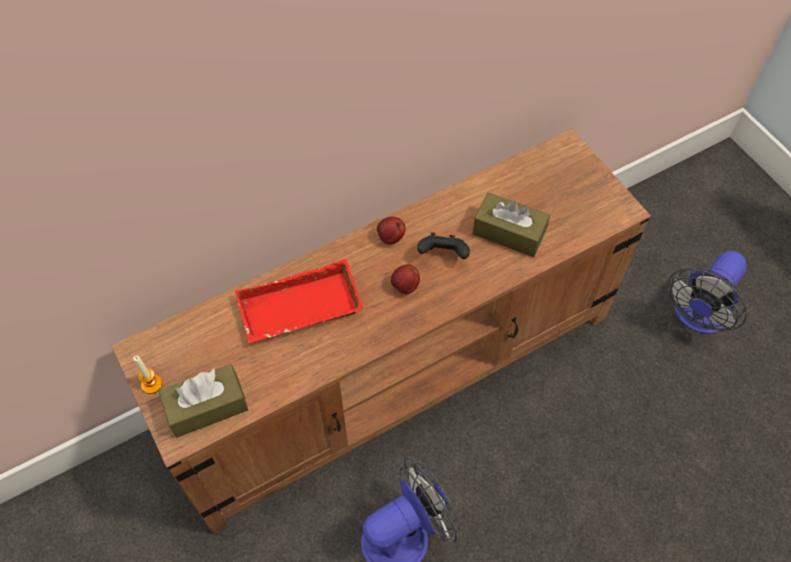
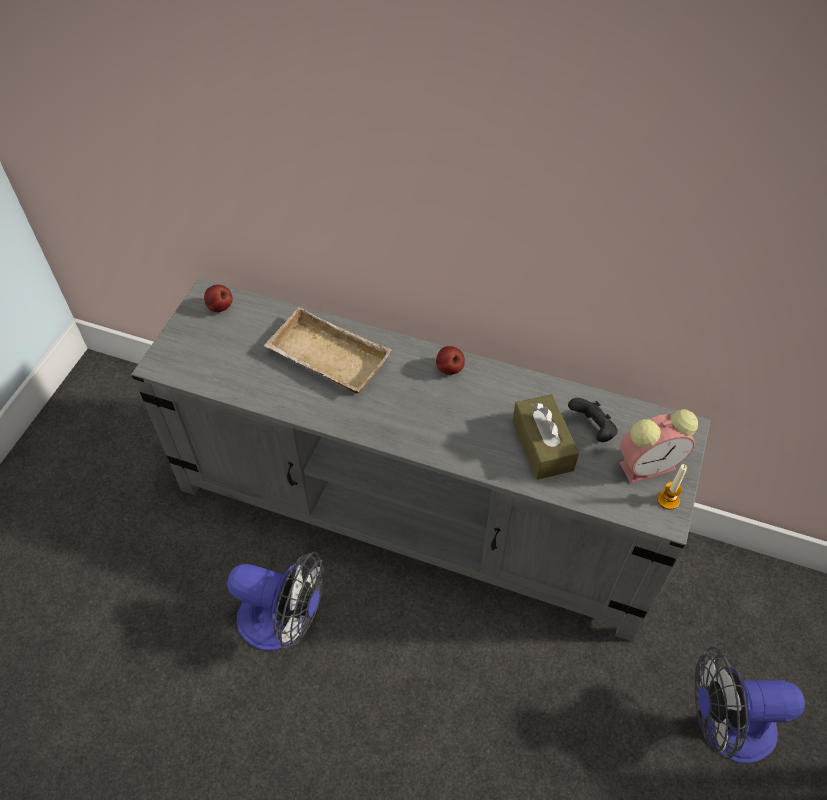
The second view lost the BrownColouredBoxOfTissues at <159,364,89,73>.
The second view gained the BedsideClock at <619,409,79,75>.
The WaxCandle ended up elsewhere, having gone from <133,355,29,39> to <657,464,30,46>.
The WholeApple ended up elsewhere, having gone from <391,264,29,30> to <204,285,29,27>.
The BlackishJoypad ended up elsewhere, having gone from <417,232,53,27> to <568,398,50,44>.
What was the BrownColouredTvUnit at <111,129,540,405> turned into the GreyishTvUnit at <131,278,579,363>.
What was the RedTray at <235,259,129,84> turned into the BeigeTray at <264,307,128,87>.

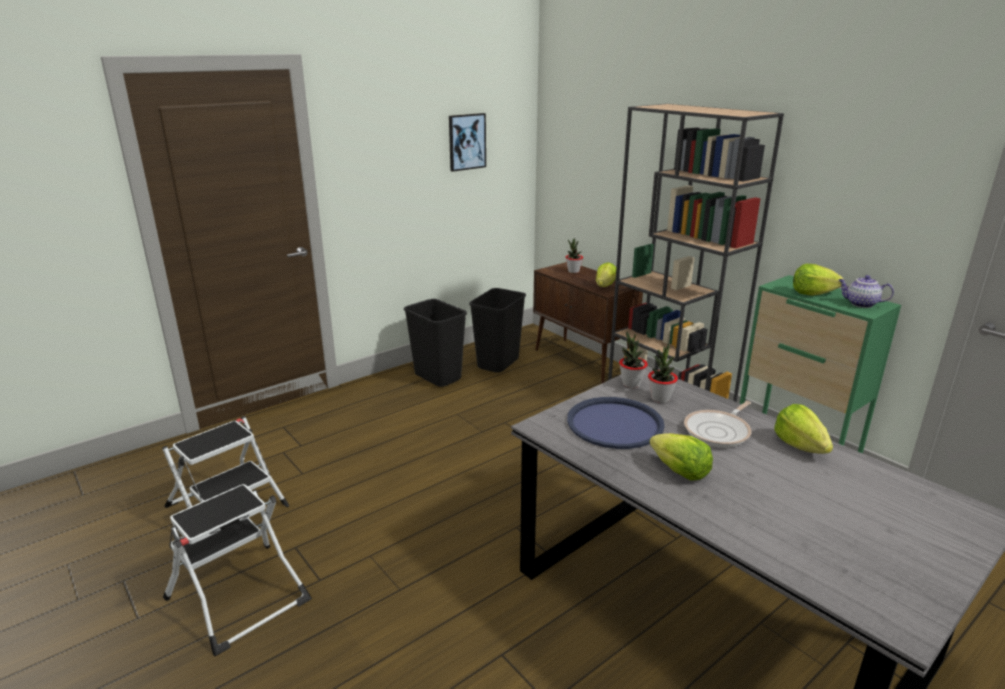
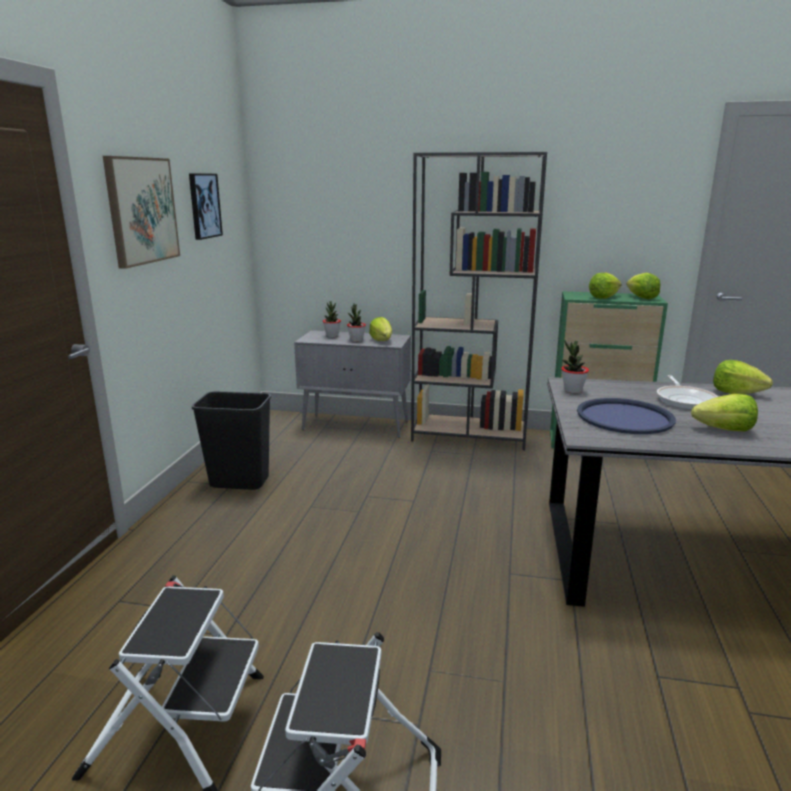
The second view lost the BlackishWasteBin at <469,288,57,84>.
The second view gained the WallPicture at <103,156,77,113>.
The PottedPlant ended up elsewhere, having gone from <648,343,30,60> to <347,304,19,38>.
Where the TeaPot stood at <839,275,55,33>, the LettuceHead came to stand at <626,273,35,26>.
What was the BrownColouredCabinet at <533,262,110,121> turned into the GreyishCabinet at <294,330,117,108>.

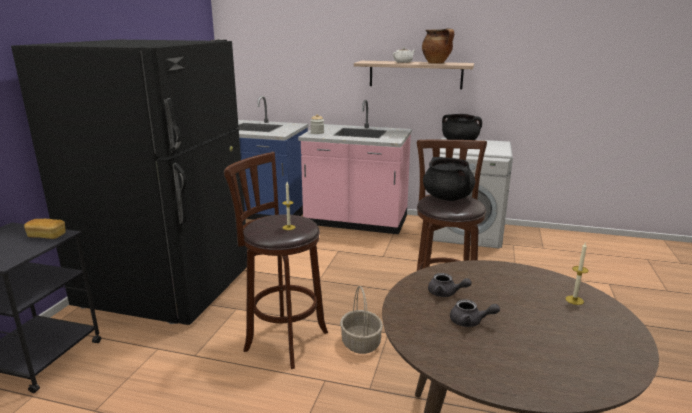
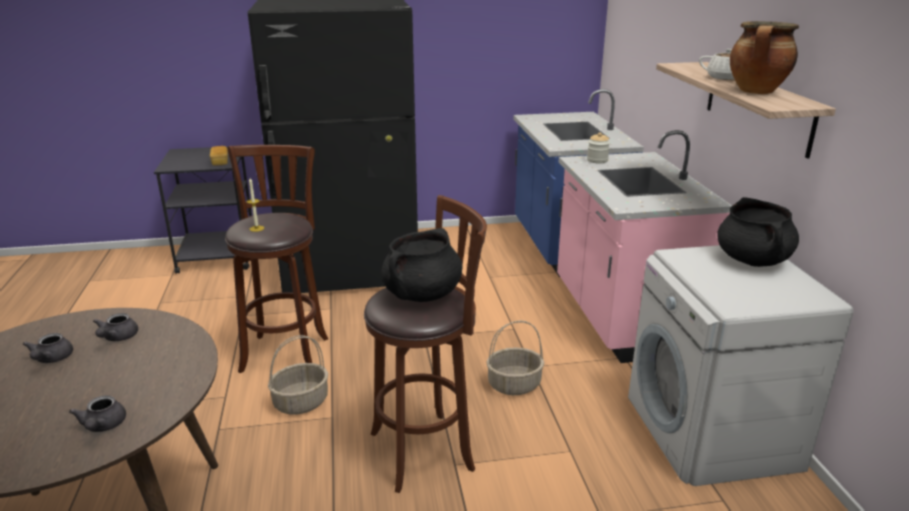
The second view gained the StorageBasket at <487,321,57,74>.
Where the WaxCandle stood at <565,243,23,62>, the GreyishTeaPot came to stand at <69,395,57,37>.

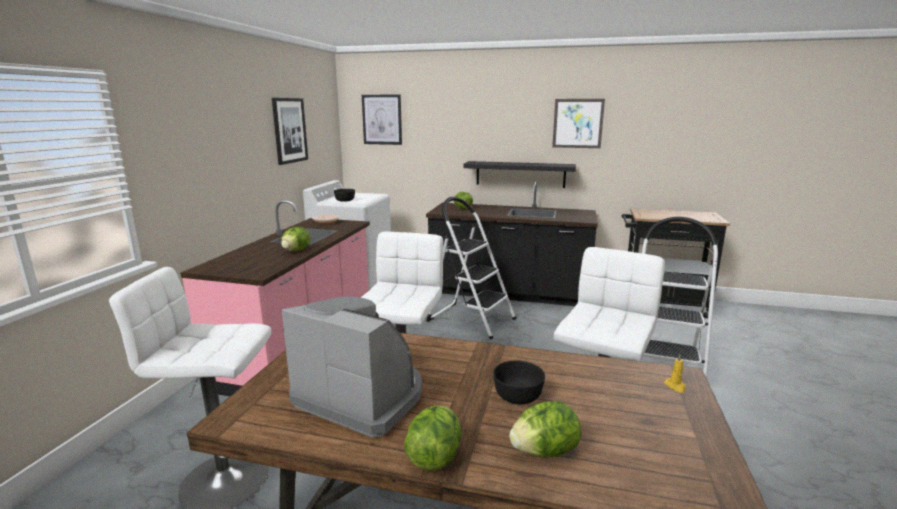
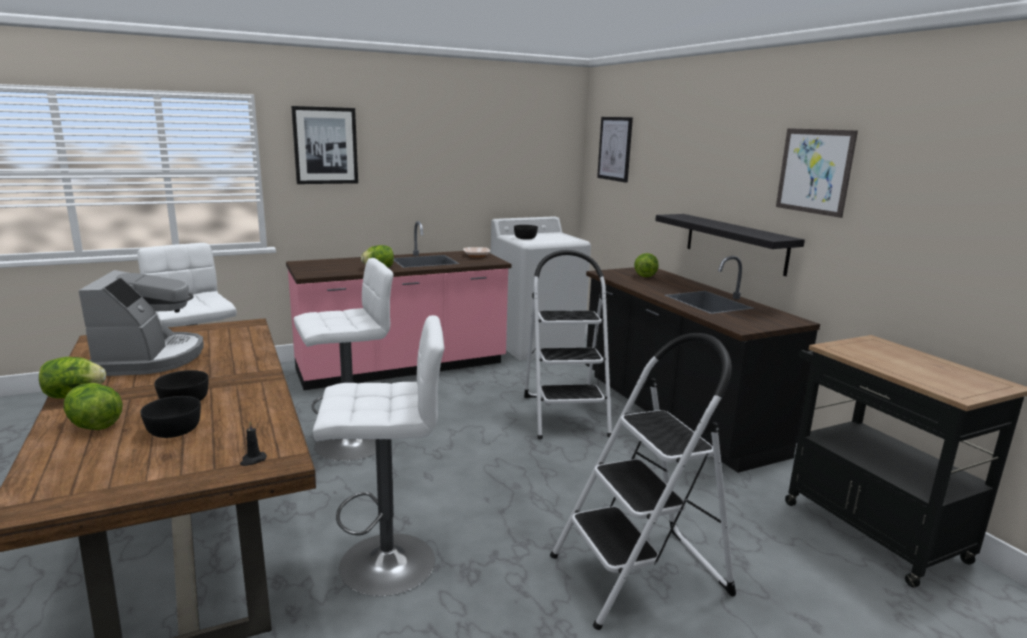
The second view gained the BlackishBowl at <140,396,61,42>.
The WallPicture ended up elsewhere, having gone from <272,98,36,67> to <291,106,67,78>.
What was the YellowColouredWaxCandle at <664,355,22,38> turned into the BlackishWaxCandle at <240,422,27,44>.

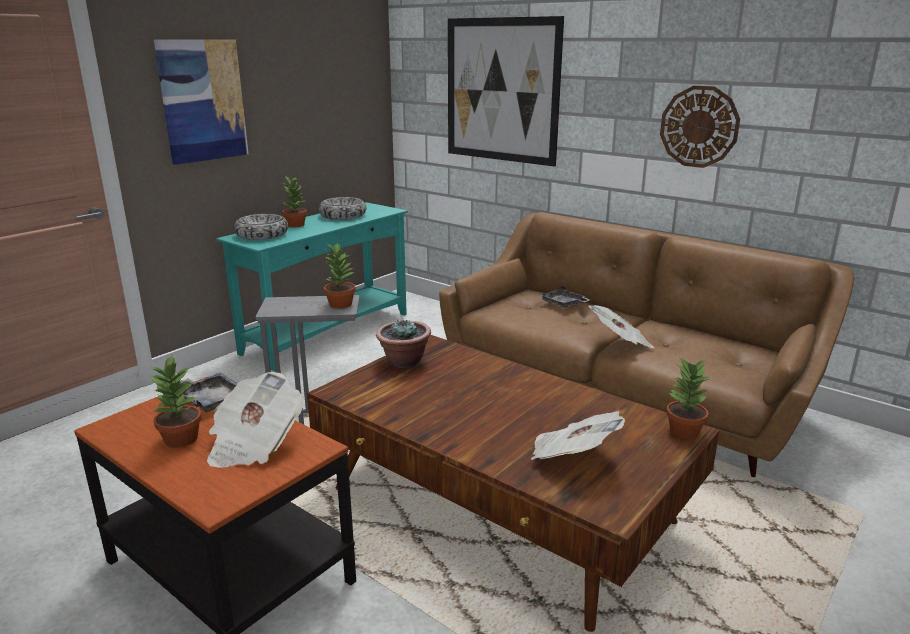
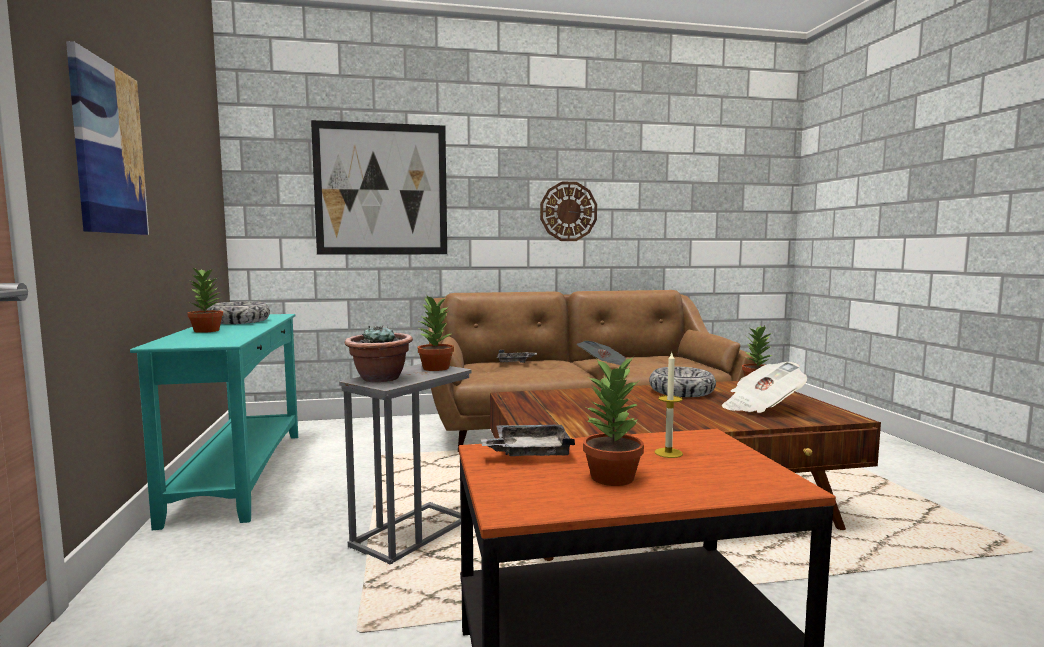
The Bowl ended up elsewhere, having gone from <234,214,54,26> to <649,367,67,30>.
The PottedPlant ended up elsewhere, having gone from <376,318,55,50> to <345,326,68,56>.
Where the DailyPaper stood at <207,372,96,96>, the WaxCandle came to stand at <654,353,29,105>.

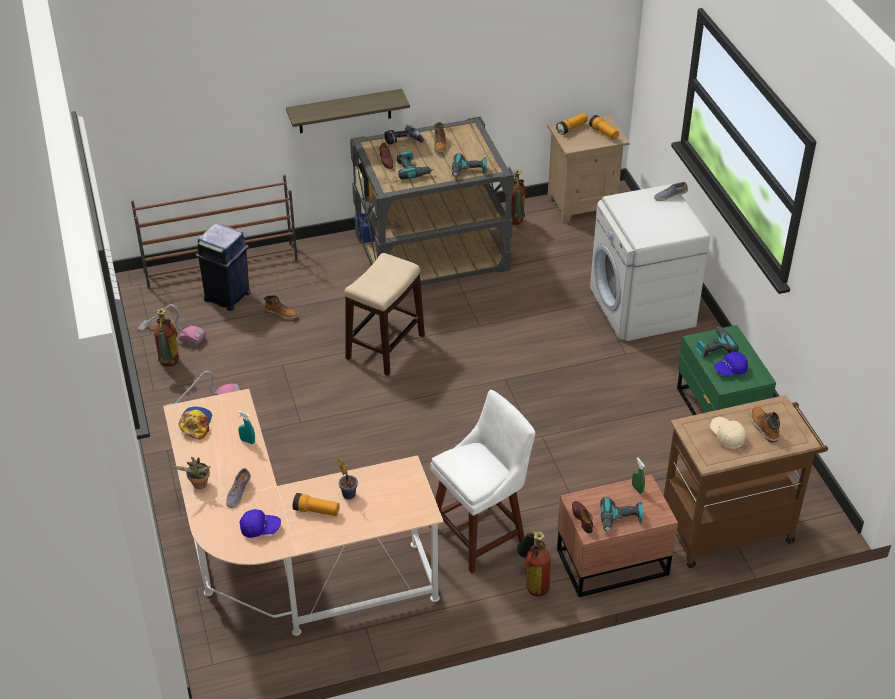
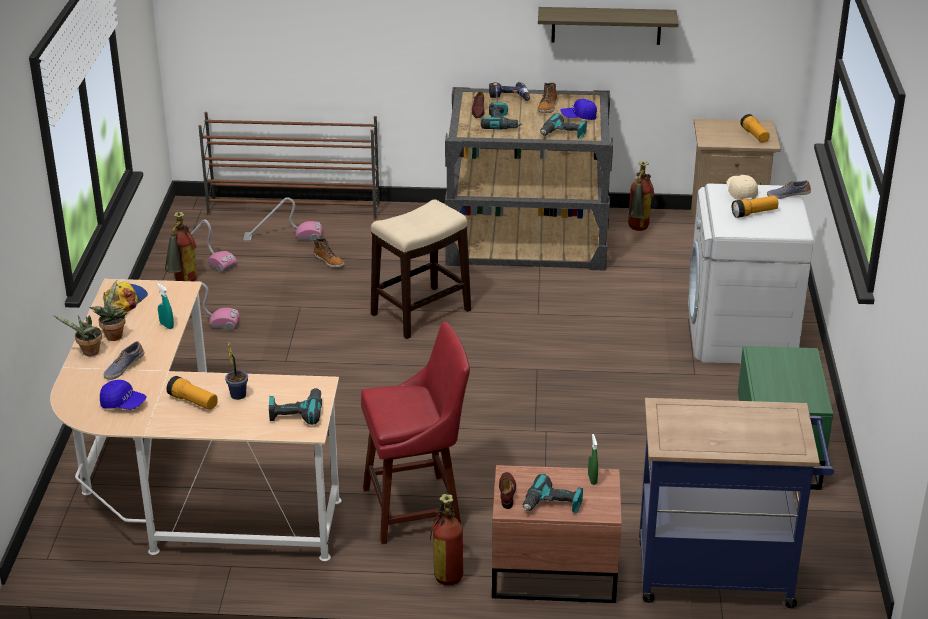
The second view lost the TallBoot at <750,406,30,37>.
The second view gained the PottedPlant at <90,280,37,61>.
The WallShelf ended up elsewhere, having gone from <286,89,124,44> to <538,7,140,38>.
The Torch ended up elsewhere, having gone from <556,113,32,22> to <732,196,46,22>.
The ElectricDrill ended up elsewhere, having gone from <696,326,43,32> to <269,388,53,37>.
The BeigeCap ended up elsewhere, having gone from <710,417,36,32> to <726,175,32,25>.
The BlueCap ended up elsewhere, having gone from <714,352,34,24> to <560,99,37,21>.
Where the BlueWasteBin stood at <196,223,55,88>, the VacuumCleaner came to stand at <243,197,79,44>.
What was the WhiteColouredPlainChair at <429,390,106,184> turned into the RedPlainChair at <361,321,109,223>.
What was the BrownColouredTrolley at <664,395,164,173> turned into the BlueTrolley at <639,398,195,210>.

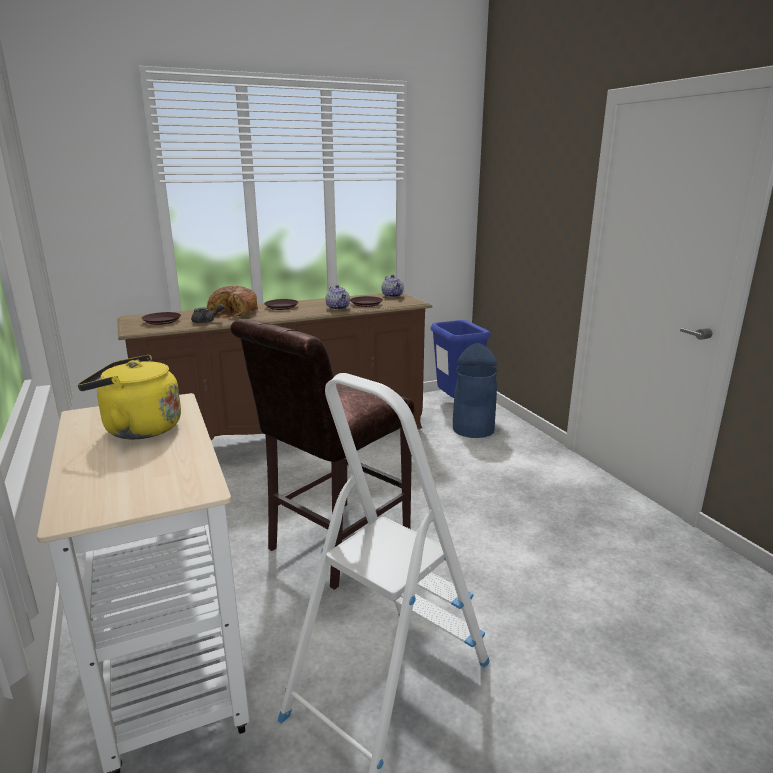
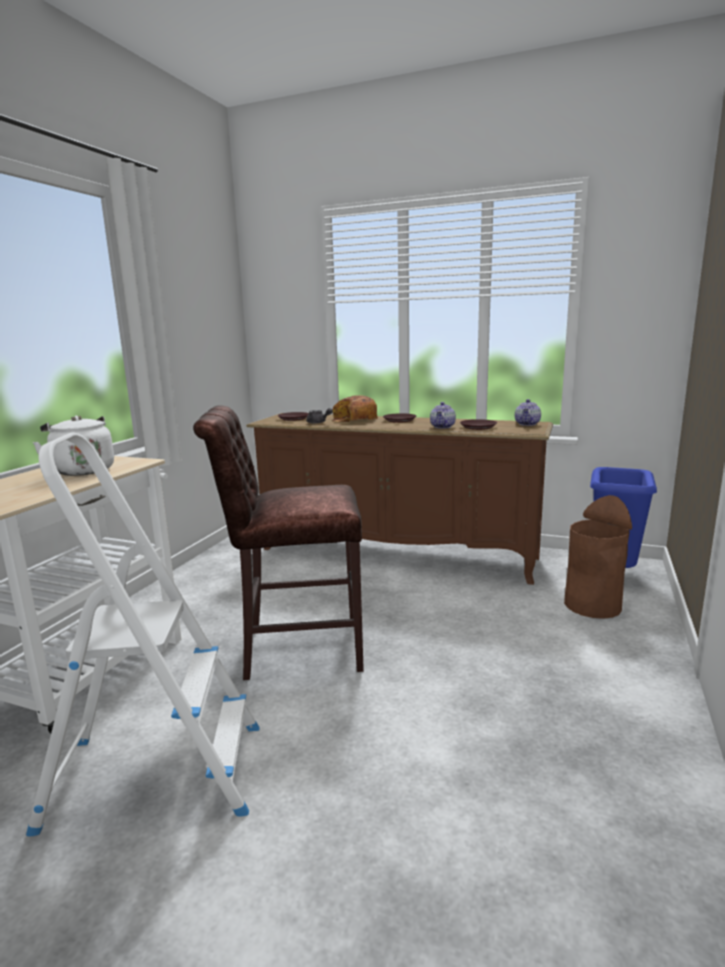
What was the YellowColouredKettle at <78,355,103,84> turned into the WhiteColouredKettle at <32,416,82,60>.
What was the BlueWasteBin at <453,343,44,95> turned into the BrownColouredWasteBin at <564,495,68,124>.

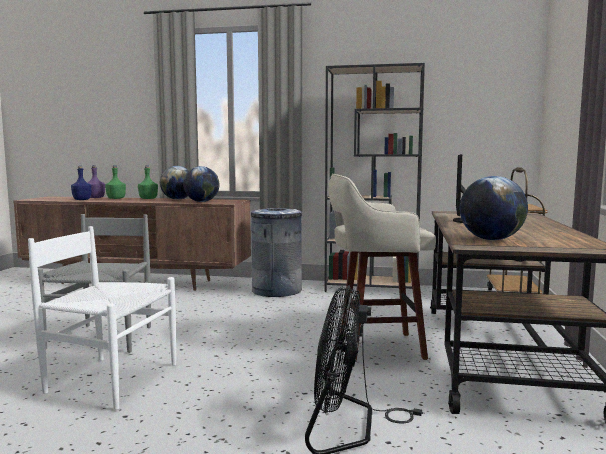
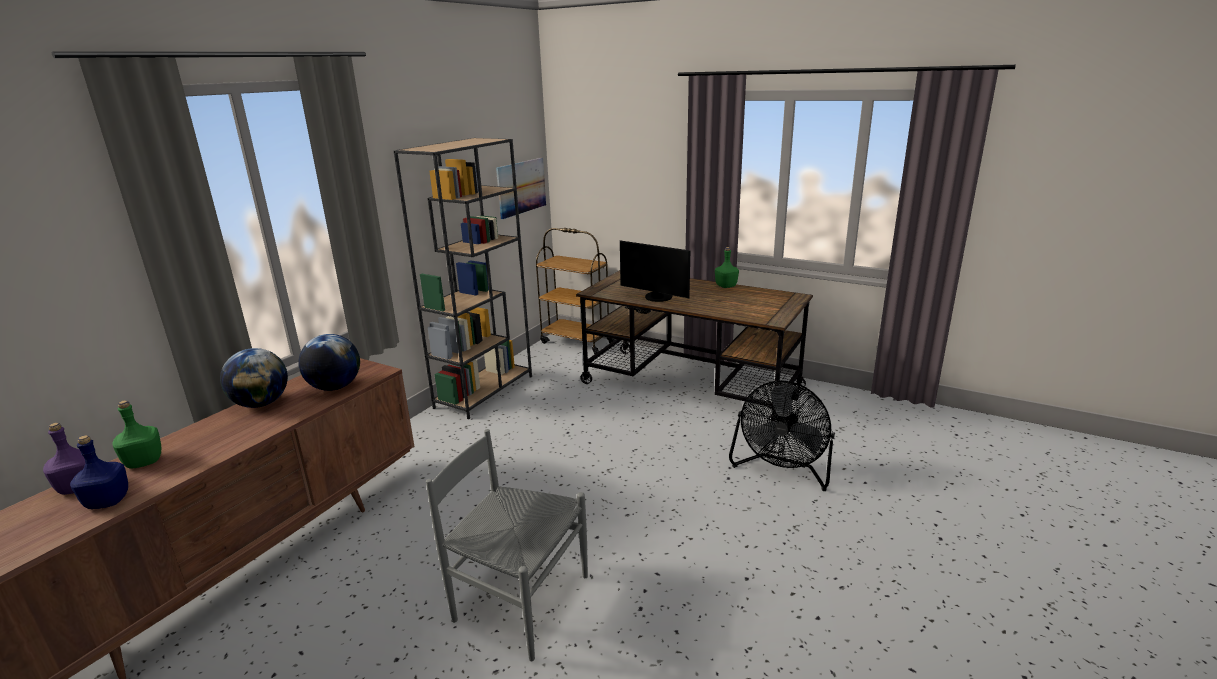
The second view lost the WhiteColouredPlainChair at <28,226,148,184>.
The second view lost the GreyishWasteBin at <251,208,51,89>.
The second view lost the BeigeStoolSeat at <329,174,107,187>.
The second view lost the DeskGlobe at <460,176,68,64>.
The second view gained the WallPicture at <496,158,50,61>.
The GreenishBeverageBottle ended up elsewhere, having gone from <138,166,20,33> to <715,247,24,41>.

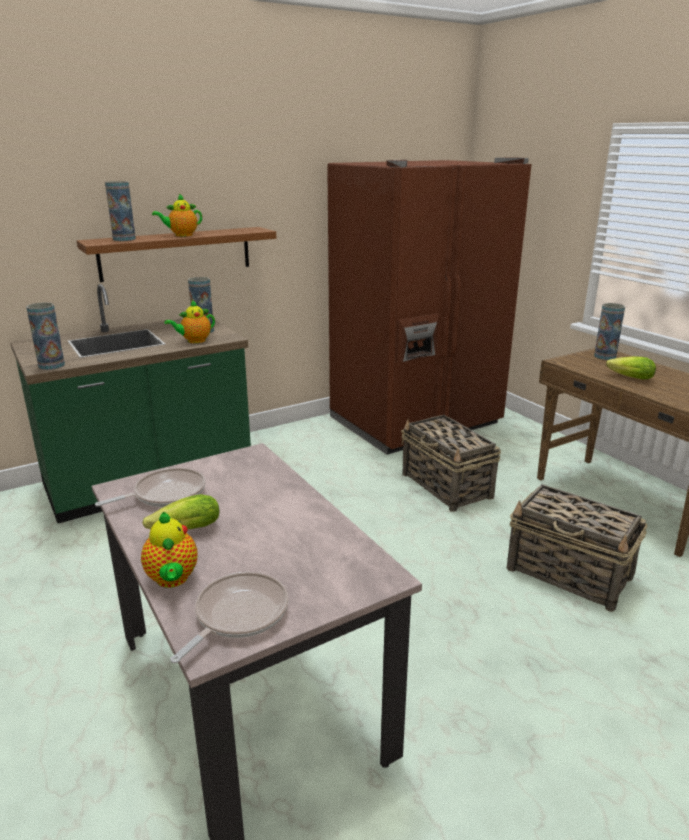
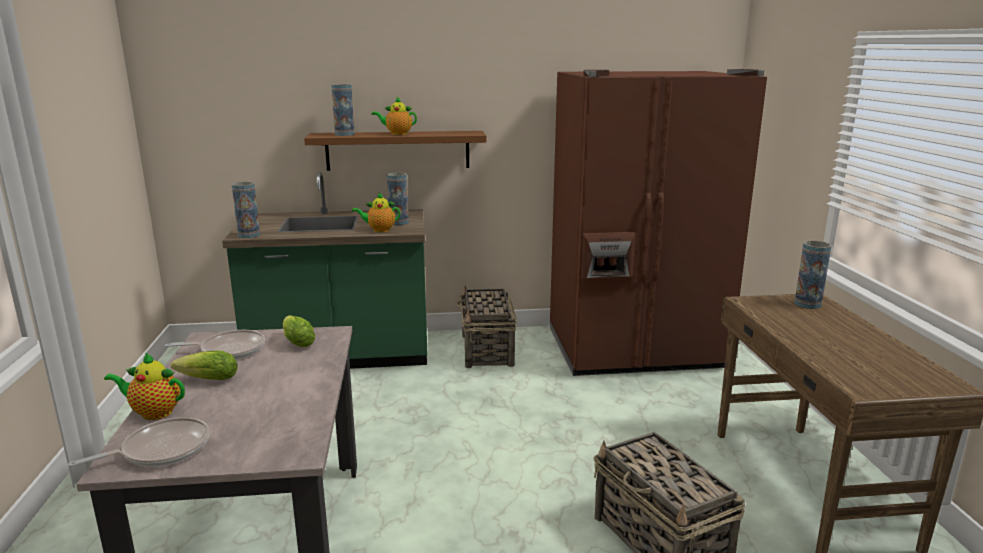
The StorageBasket ended up elsewhere, having gone from <401,415,100,97> to <457,285,59,83>.
The LettuceHead ended up elsewhere, having gone from <606,356,50,23> to <283,315,32,32>.
The TeaPot at <141,512,57,76> ended up facing another way, 90 degrees clockwise from before.

